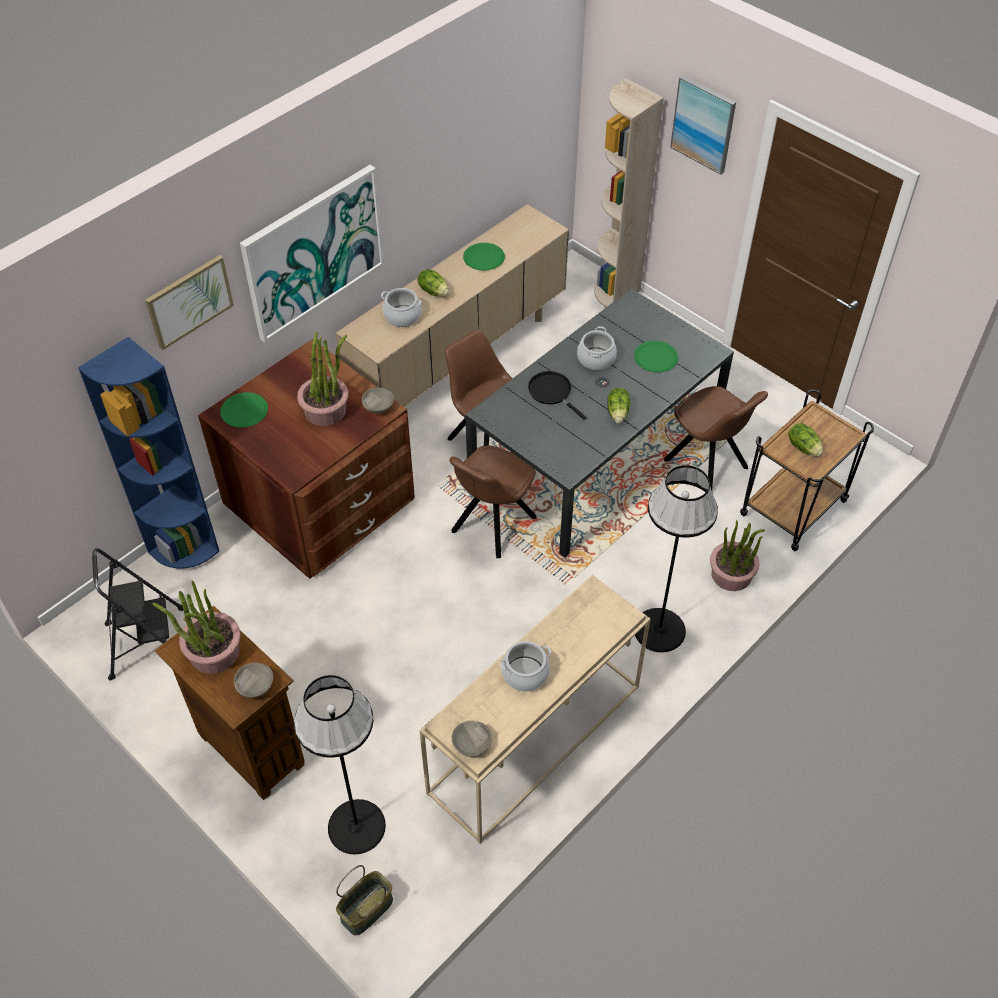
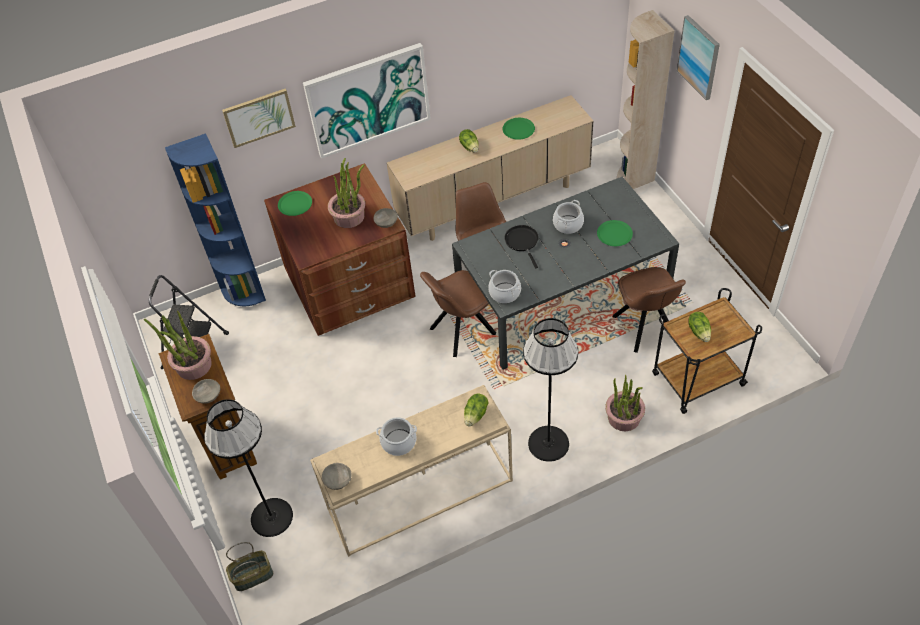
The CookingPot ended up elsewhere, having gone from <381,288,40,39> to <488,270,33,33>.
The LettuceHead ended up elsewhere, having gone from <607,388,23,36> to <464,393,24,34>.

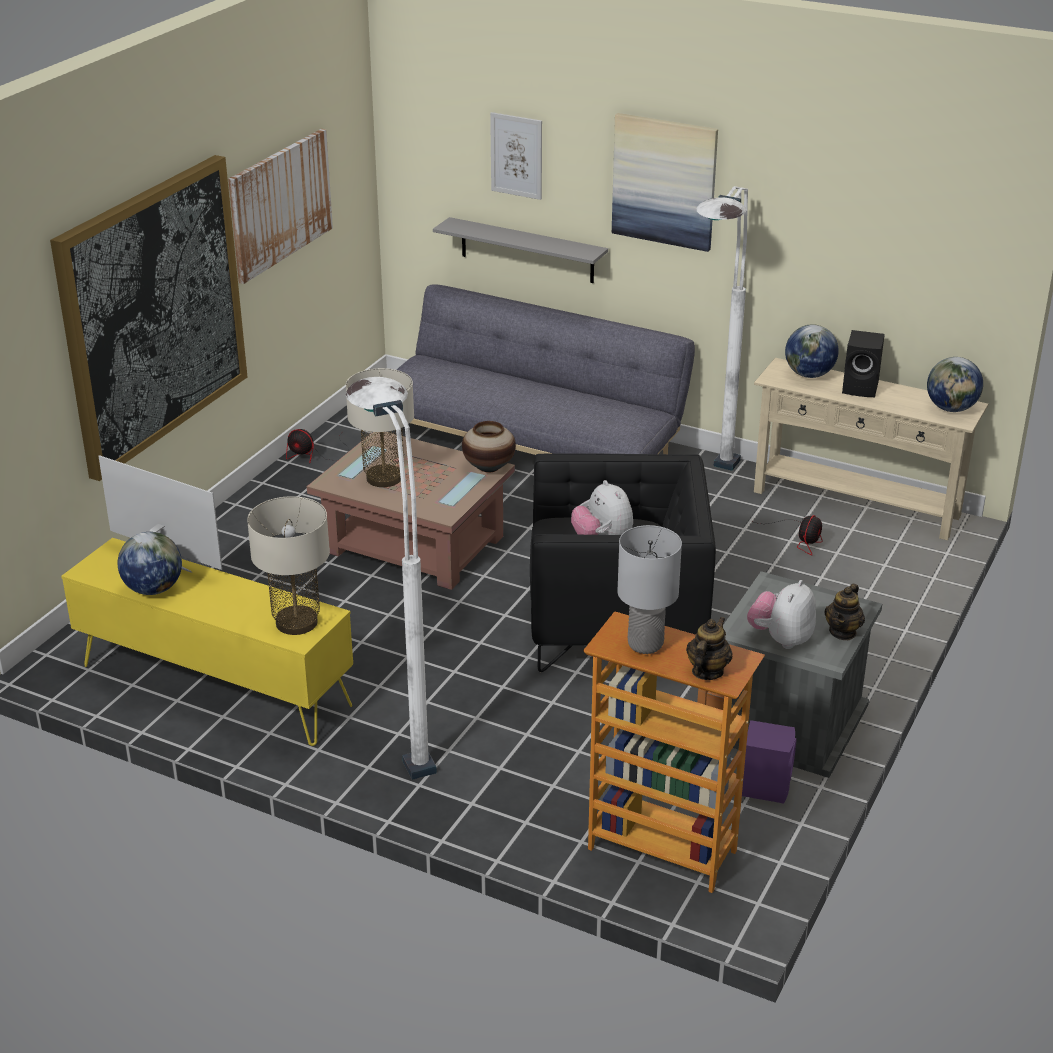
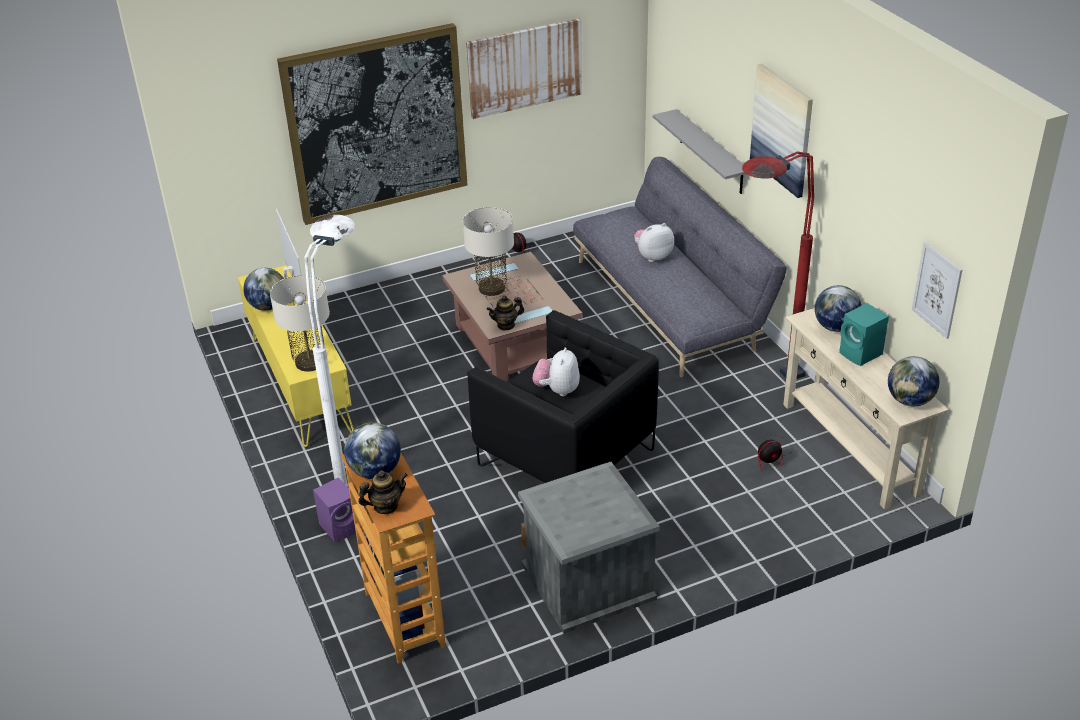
The second view lost the FlowerVase at <462,421,54,52>.
The WallPicture ended up elsewhere, having gone from <490,112,52,88> to <912,242,50,97>.
The PurpleColouredLoudspeaker ended up elsewhere, having gone from <742,720,55,84> to <313,478,43,64>.
The CuddlyToy ended up elsewhere, having gone from <747,580,69,69> to <634,223,40,39>.
The TeaPot ended up elsewhere, having gone from <824,584,41,56> to <487,295,37,35>.
Where the GreyishLampForATable stood at <617,525,65,129>, the DeskGlobe came to stand at <344,422,57,57>.
What was the WhiteColouredFloorLamp at <696,186,52,285> turned into the RedFloorLamp at <742,151,72,228>.
What was the BlackishLoudspeaker at <842,330,43,67> turned into the TurquoiseLoudspeaker at <839,303,50,63>.

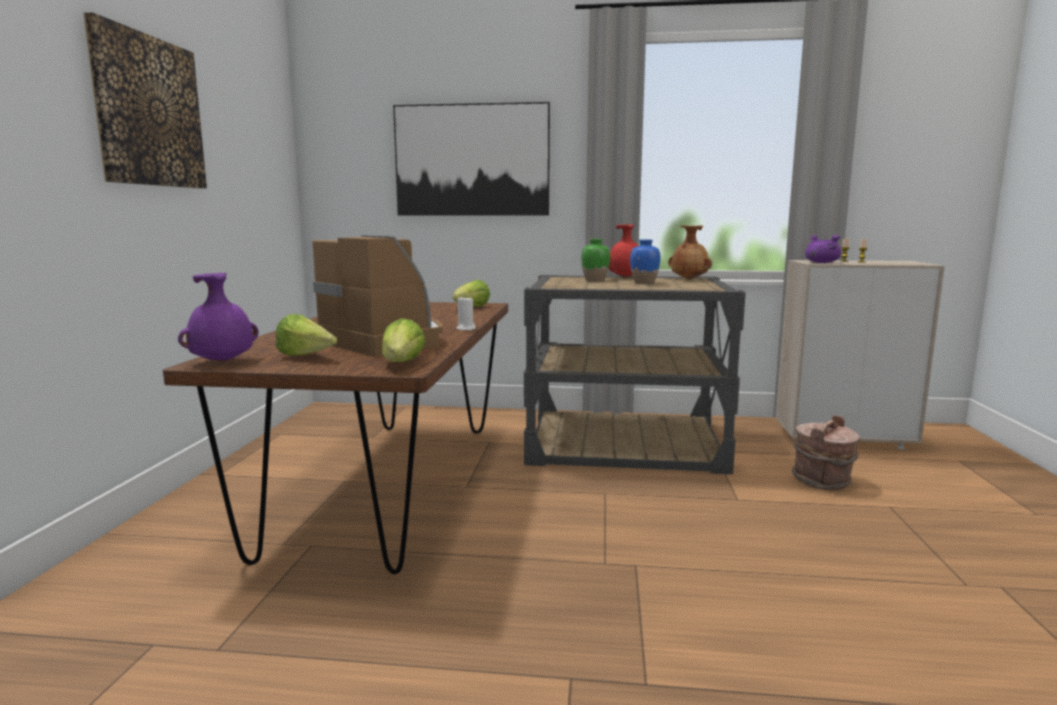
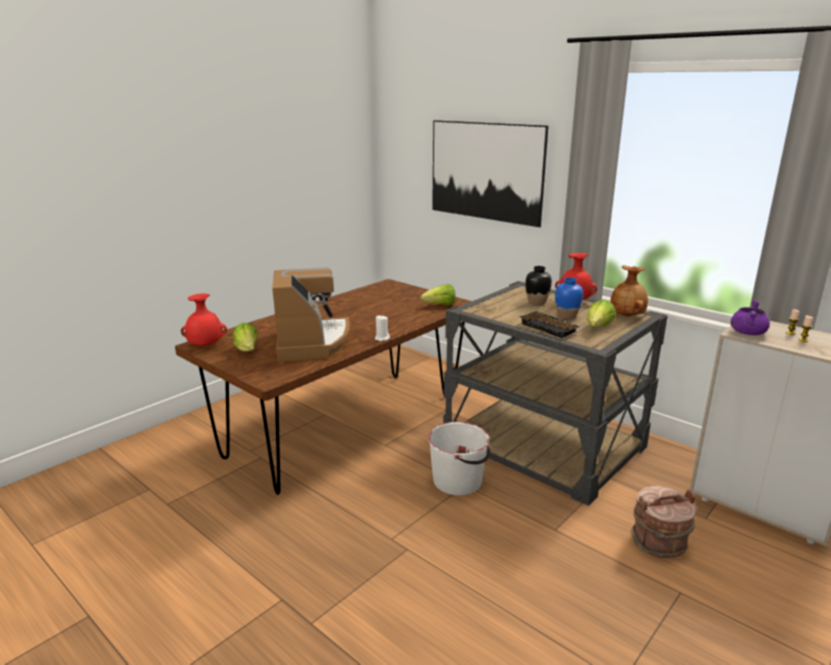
The second view lost the WallPicture at <83,12,124,176>.
The second view gained the WhiteColouredPail at <428,422,62,73>.
The second view gained the BlackishTray at <519,311,61,27>.
The LettuceHead ended up elsewhere, having gone from <382,318,44,44> to <586,300,30,27>.
What was the PurpleColouredFlowerVase at <178,273,81,90> turned into the RedFlowerVase at <181,294,46,52>.
What was the GreenishFlowerVase at <581,239,29,43> turned into the BlackishFlowerVase at <525,266,27,39>.

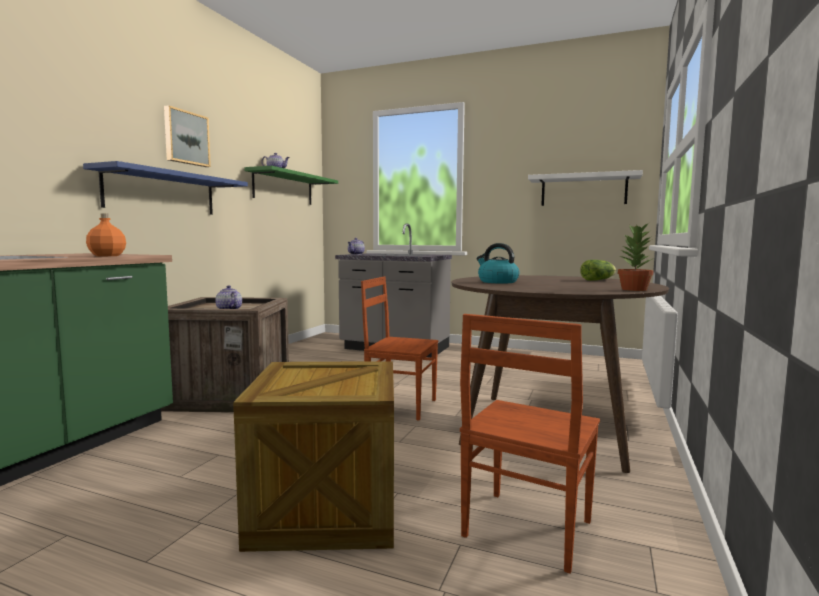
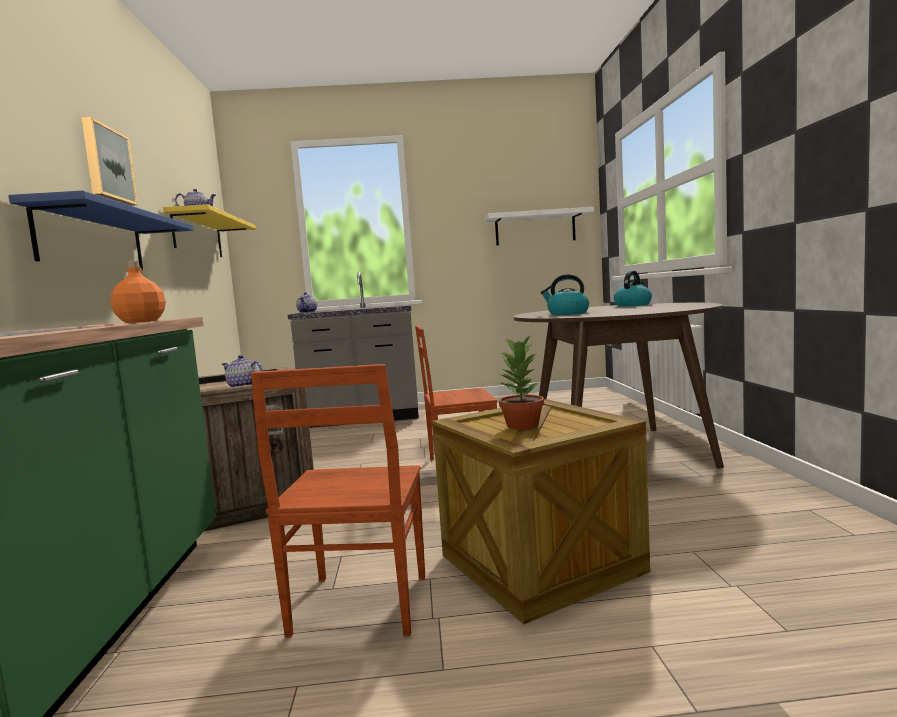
The BrownColouredPlainChair ended up elsewhere, having gone from <460,314,140,260> to <251,364,174,274>.
The PottedPlant ended up elsewhere, having gone from <618,223,35,68> to <498,334,46,96>.
Where the LettuceHead stood at <580,260,36,21>, the Kettle came to stand at <614,271,38,36>.
What was the GreenishWallShelf at <244,166,94,39> turned into the YellowColouredWallShelf at <163,204,93,53>.

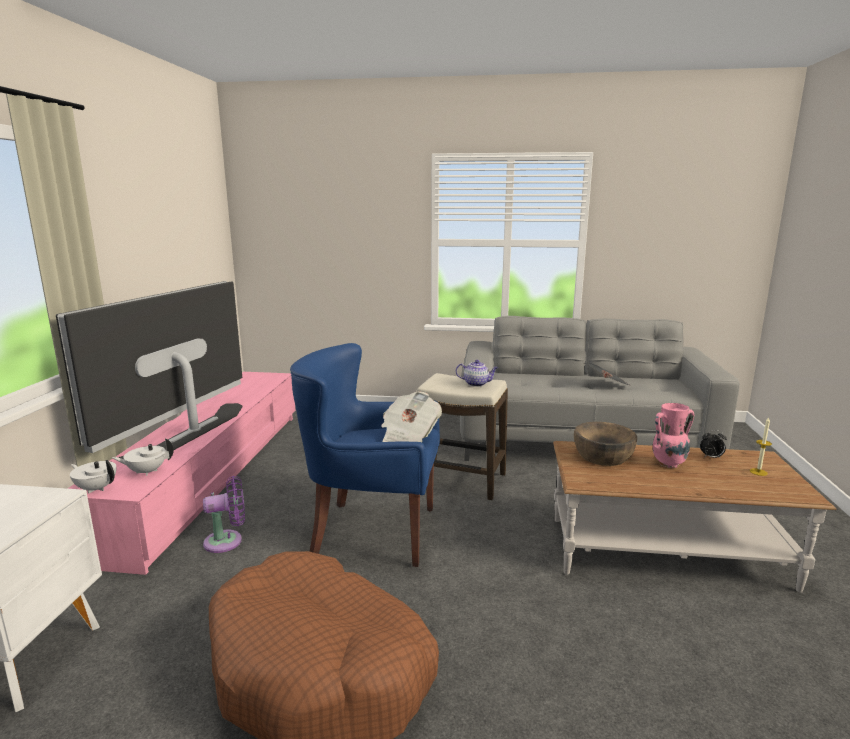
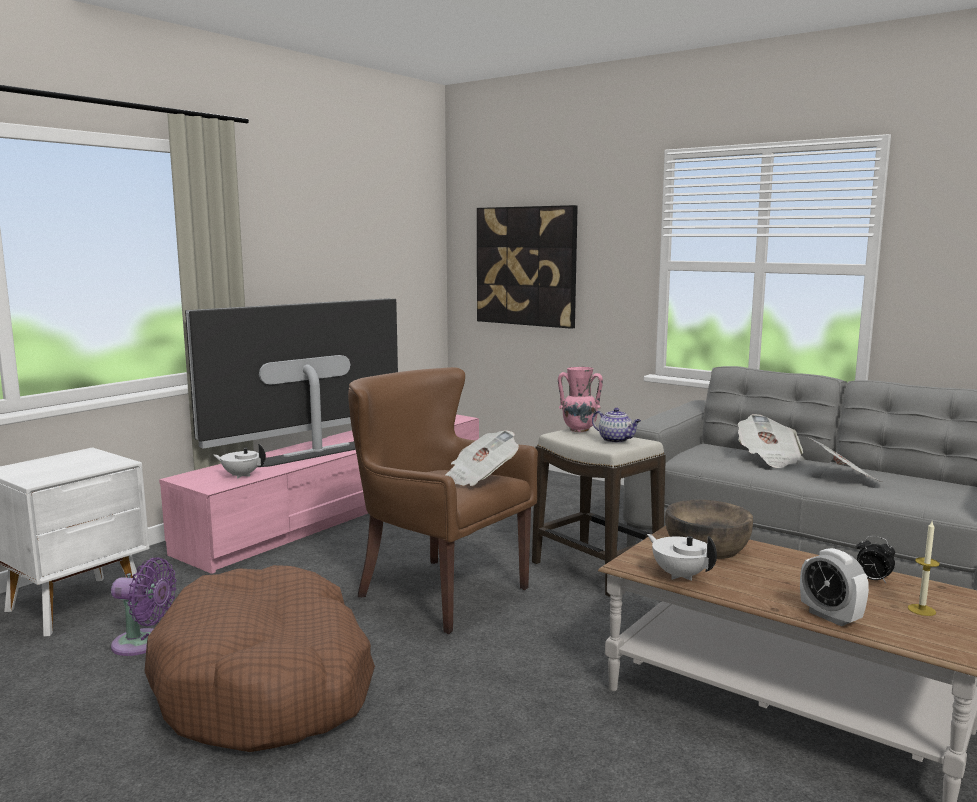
The second view gained the WallPicture at <477,205,101,124>.
The second view gained the DailyPaper at <738,414,67,54>.
The second view gained the BedsideClock at <800,548,69,78>.
The WhiteColouredTeaPot ended up elsewhere, having gone from <70,460,46,33> to <647,534,70,47>.
The PurpleColouredCoolingFan ended up elsewhere, having gone from <203,476,42,77> to <111,558,65,98>.
The PinkColouredFlowerVase ended up elsewhere, having gone from <653,403,41,65> to <558,367,45,65>.
What was the BlueLoungeChair at <290,343,150,224> turned into the BrownColouredLoungeChair at <348,367,190,267>.

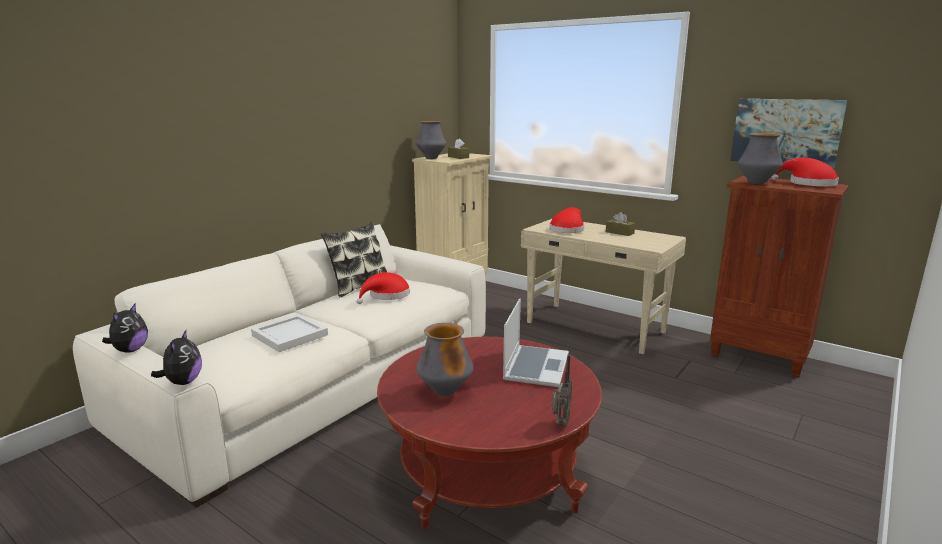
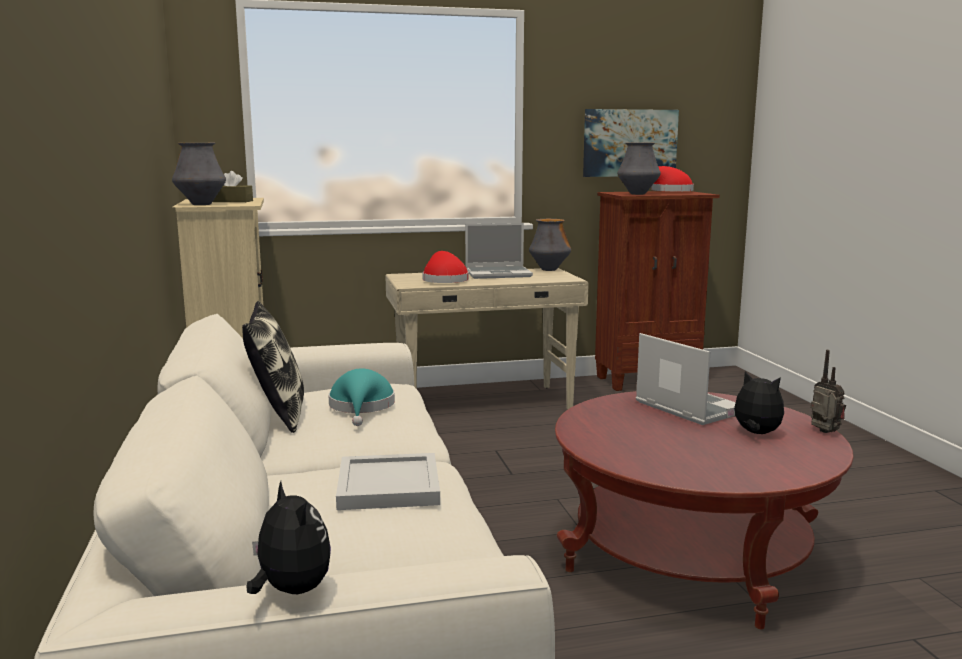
The CuddlyToy ended up elsewhere, having gone from <151,330,51,55> to <726,371,58,63>.
The FlowerVase ended up elsewhere, having gone from <416,323,58,73> to <529,219,42,52>.
Where the BrownColouredBoxOfTissues stood at <606,212,29,24>, the Laptop came to stand at <465,223,68,56>.
What was the RedHat at <356,272,54,32> turned into the TurquoiseHat at <329,368,66,58>.

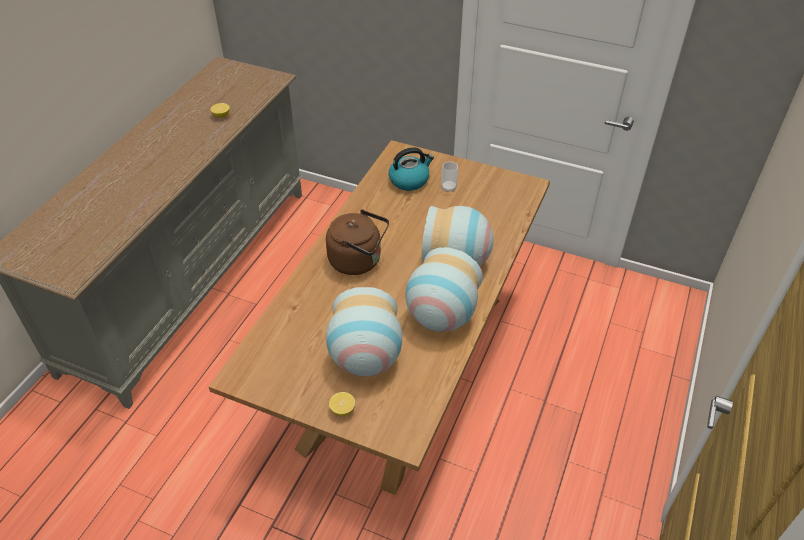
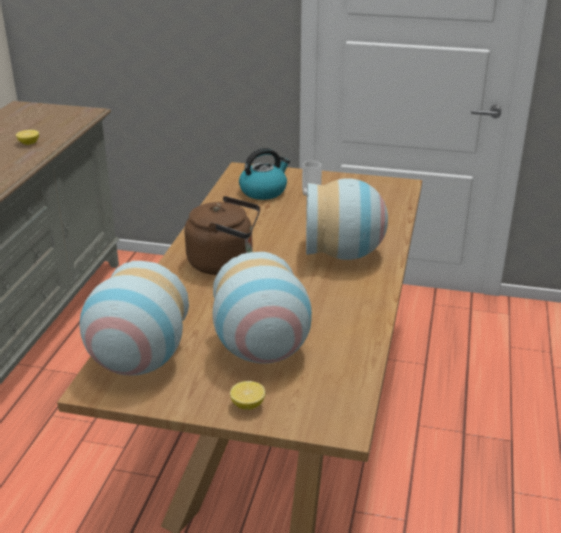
The FlowerVase ended up elsewhere, having gone from <406,247,77,85> to <80,261,109,115>.

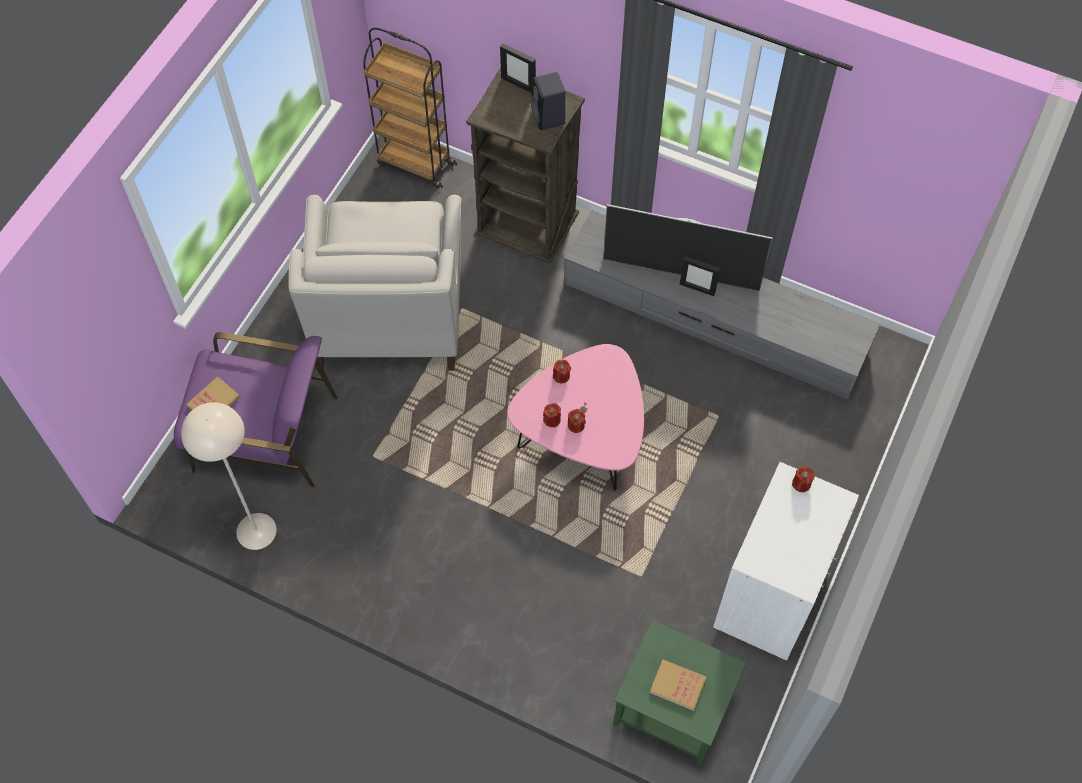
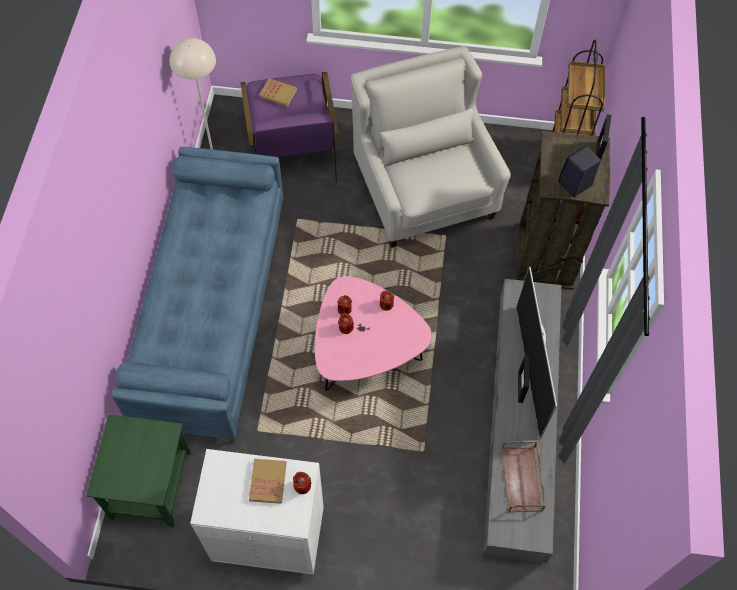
The second view gained the BlueSettee at <112,147,172,297>.
The second view gained the BrownColouredTray at <501,440,45,73>.
The Book ended up elsewhere, having gone from <650,659,56,52> to <249,459,38,45>.
The WhiteColouredLoungeChair at <289,195,173,176> ended up facing another way, 90 degrees clockwise from before.

